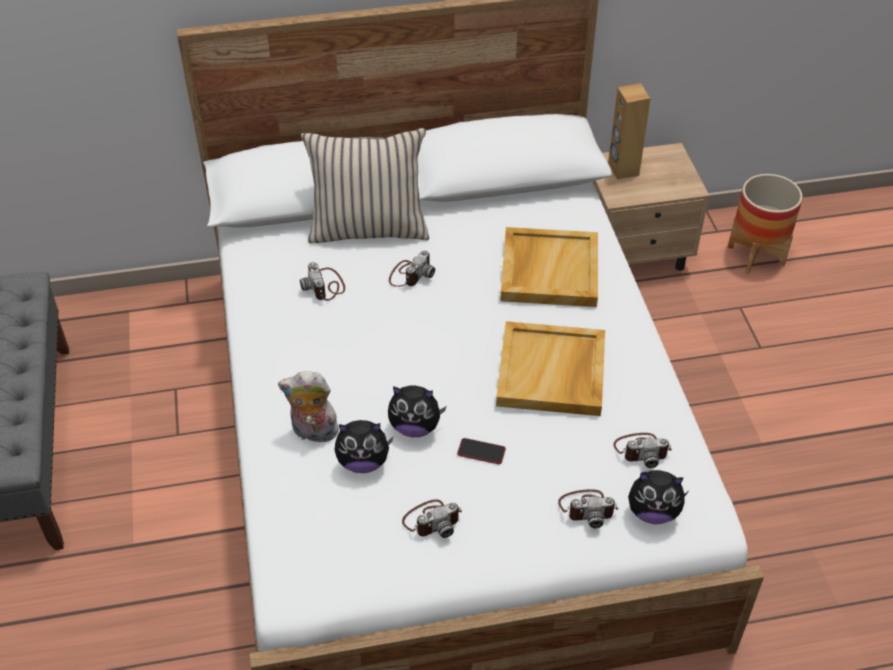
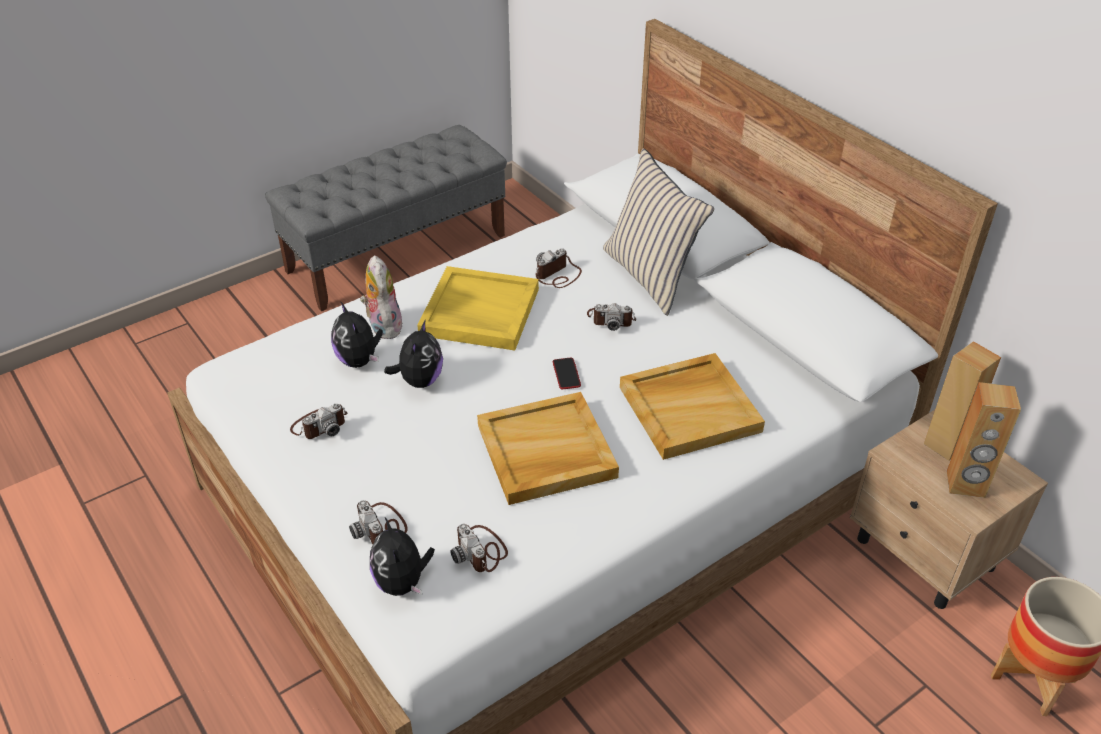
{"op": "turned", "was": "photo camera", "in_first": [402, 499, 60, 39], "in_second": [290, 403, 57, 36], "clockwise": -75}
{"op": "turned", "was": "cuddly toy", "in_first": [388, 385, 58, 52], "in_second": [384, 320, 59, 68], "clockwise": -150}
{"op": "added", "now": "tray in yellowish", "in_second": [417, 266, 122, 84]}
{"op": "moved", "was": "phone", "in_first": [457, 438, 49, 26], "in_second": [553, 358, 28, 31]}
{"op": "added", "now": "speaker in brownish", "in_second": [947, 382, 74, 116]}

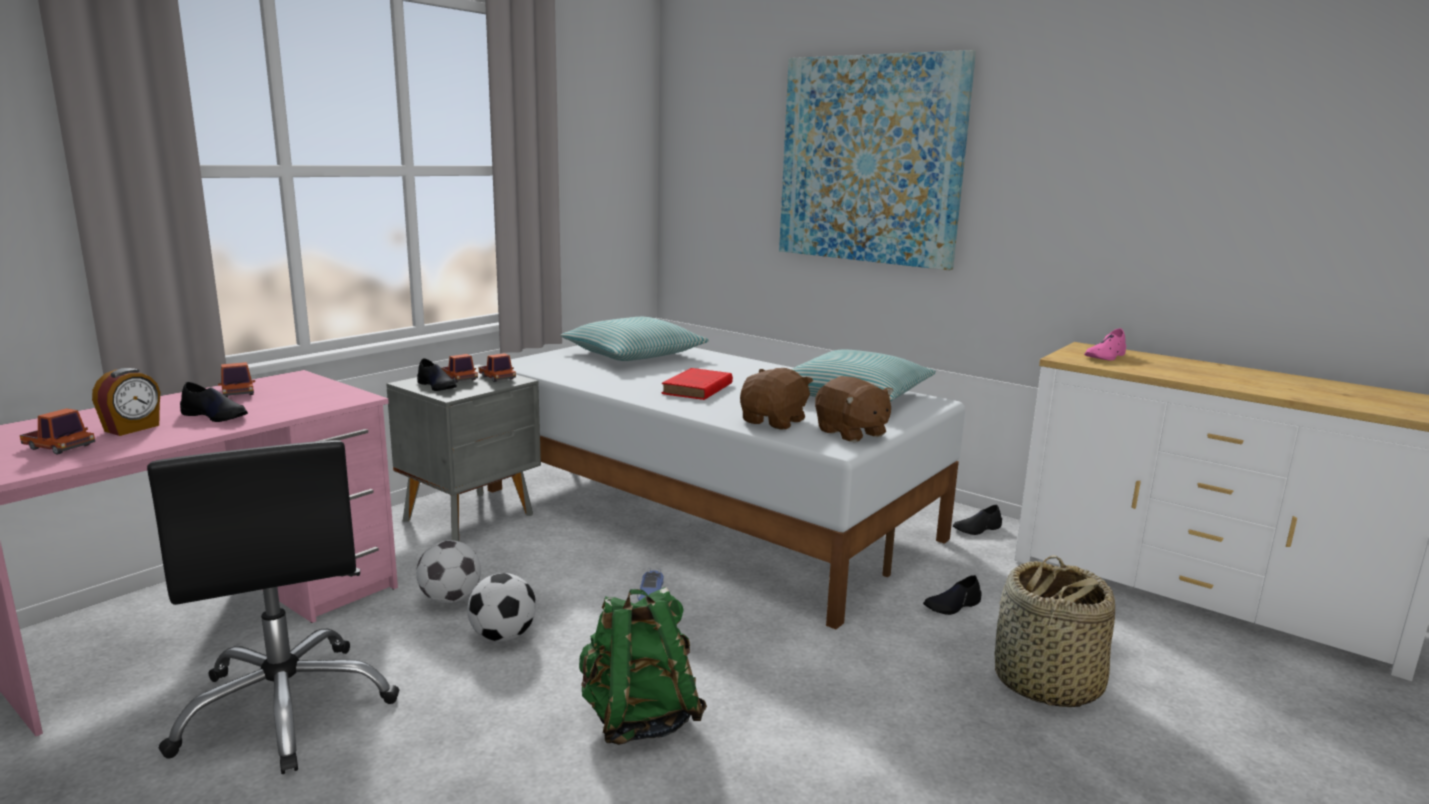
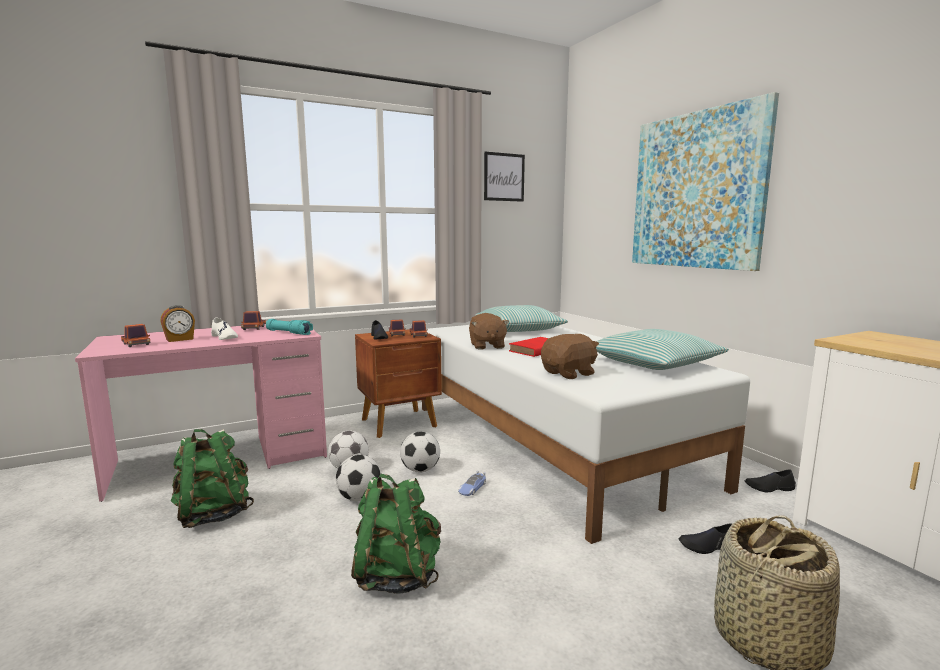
{"op": "replaced", "was": "office chair in black", "now": "rucksack in green", "in_first": [147, 440, 252, 334], "in_second": [171, 429, 83, 99]}
{"op": "recoloured", "was": "low shoe in black", "now": "low shoe in whitish", "in_first": [180, 382, 68, 40], "in_second": [211, 317, 27, 23]}
{"op": "added", "now": "hand torch in turquoise", "in_second": [266, 319, 47, 16]}
{"op": "recoloured", "was": "nightstand in greyish", "now": "nightstand in brownish", "in_first": [387, 364, 154, 177], "in_second": [355, 329, 87, 109]}
{"op": "added", "now": "football ball", "in_second": [400, 431, 40, 42]}
{"op": "moved", "was": "cuddly toy in brownish", "in_first": [815, 376, 78, 66], "in_second": [469, 313, 40, 37]}
{"op": "added", "now": "wall art", "in_second": [484, 152, 41, 50]}
{"op": "removed", "was": "low shoe in pinkish", "in_first": [1084, 328, 42, 32]}

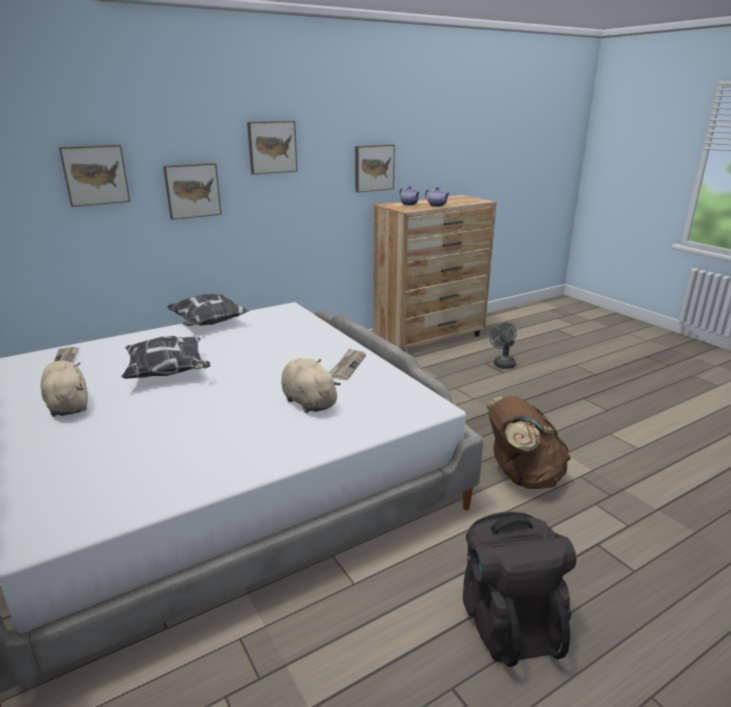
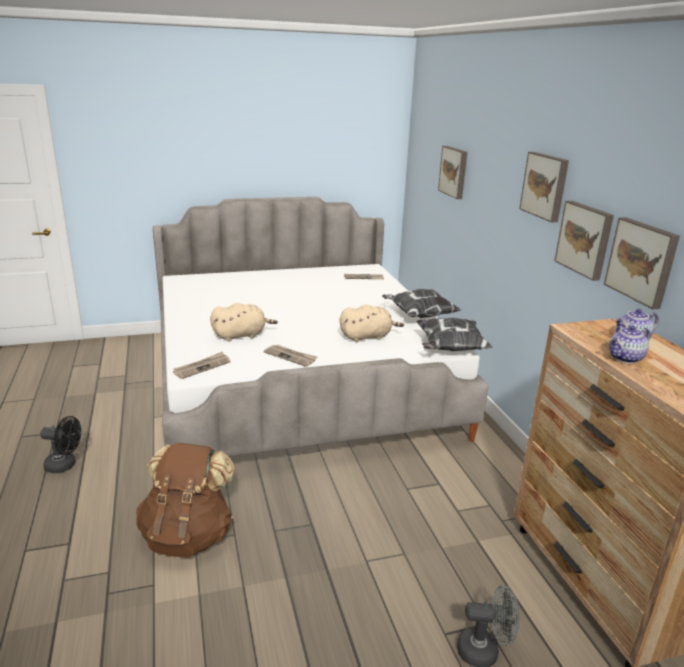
{"op": "replaced", "was": "rucksack in black", "now": "fan in black", "in_first": [463, 512, 113, 155], "in_second": [40, 416, 41, 57]}
{"op": "added", "now": "daily paper", "in_second": [173, 352, 57, 27]}
{"op": "moved", "was": "cuddly toy in sand-coloured", "in_first": [41, 361, 47, 56], "in_second": [340, 304, 64, 38]}
{"op": "moved", "was": "cushion", "in_first": [121, 336, 90, 43], "in_second": [416, 318, 77, 33]}
{"op": "moved", "was": "wall art", "in_first": [163, 163, 59, 57], "in_second": [554, 201, 60, 80]}

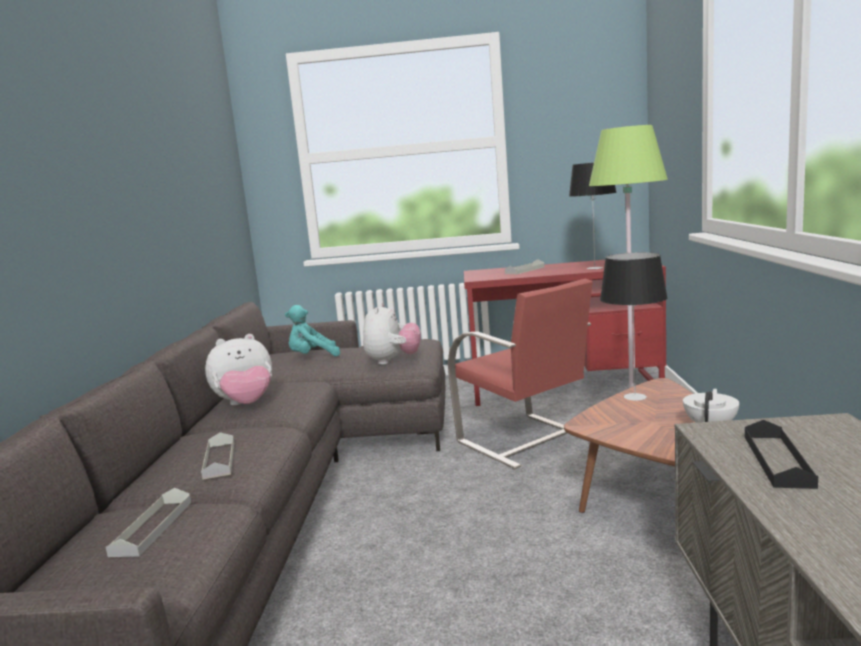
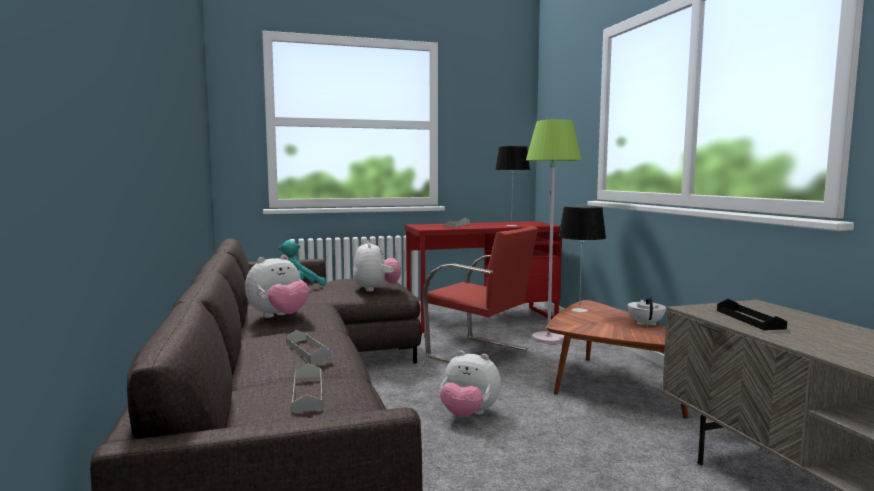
{"op": "added", "now": "cuddly toy", "in_second": [440, 351, 61, 67]}

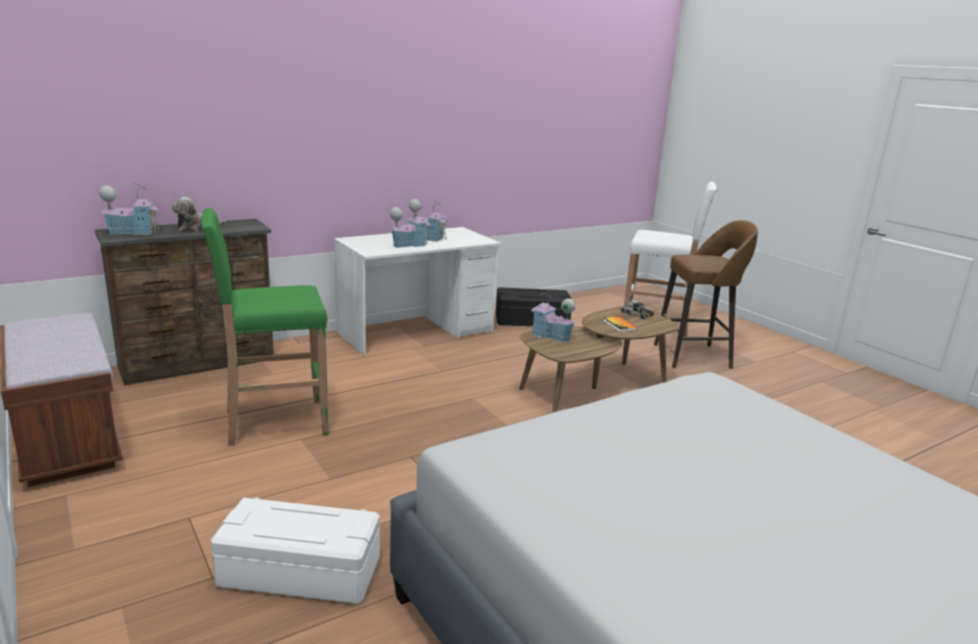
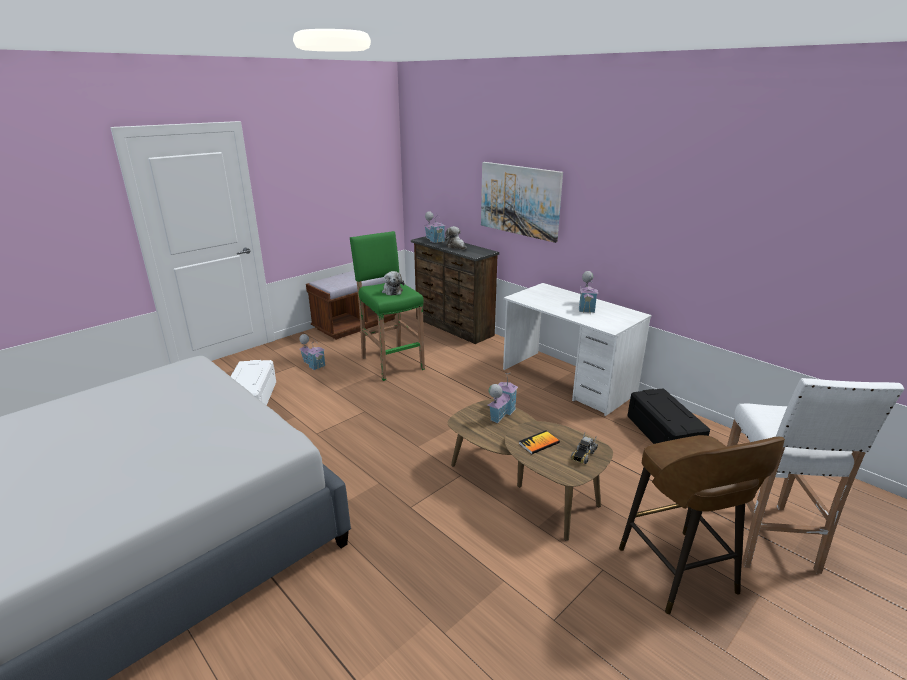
{"op": "moved", "was": "toy house", "in_first": [389, 204, 42, 44], "in_second": [299, 334, 26, 36]}
{"op": "added", "now": "cuddly toy", "in_second": [382, 271, 22, 25]}
{"op": "added", "now": "wall art", "in_second": [481, 162, 82, 81]}

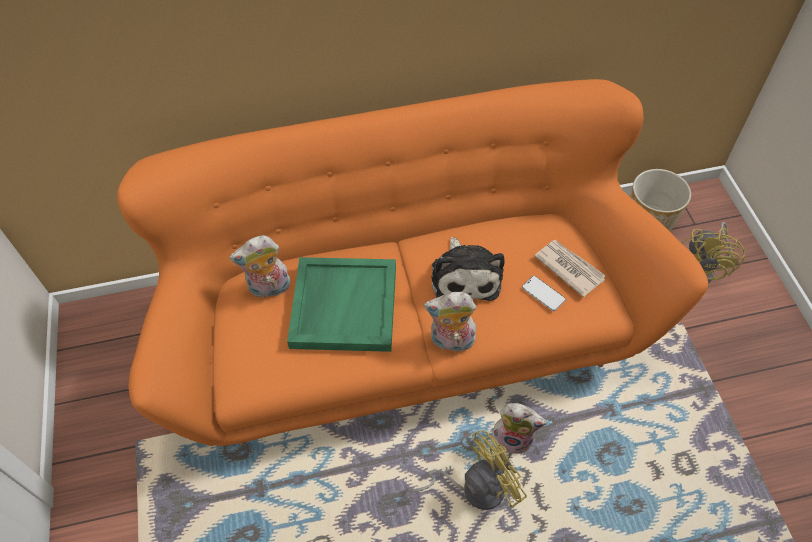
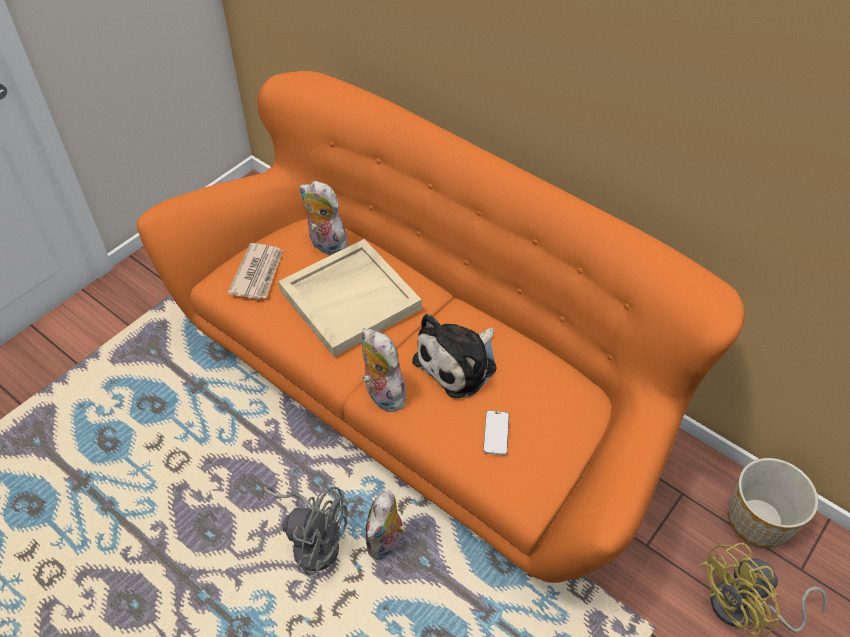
{"op": "moved", "was": "daily paper", "in_first": [534, 240, 72, 57], "in_second": [227, 243, 56, 56]}
{"op": "recoloured", "was": "fan in yellowish", "now": "fan in greyish", "in_first": [407, 431, 120, 79], "in_second": [264, 486, 83, 92]}
{"op": "recoloured", "was": "tray in green", "now": "tray in sand-coloured", "in_first": [287, 257, 109, 95], "in_second": [278, 239, 144, 118]}
{"op": "turned", "was": "cuddly toy", "in_first": [492, 403, 55, 51], "in_second": [366, 491, 43, 69], "clockwise": 45}

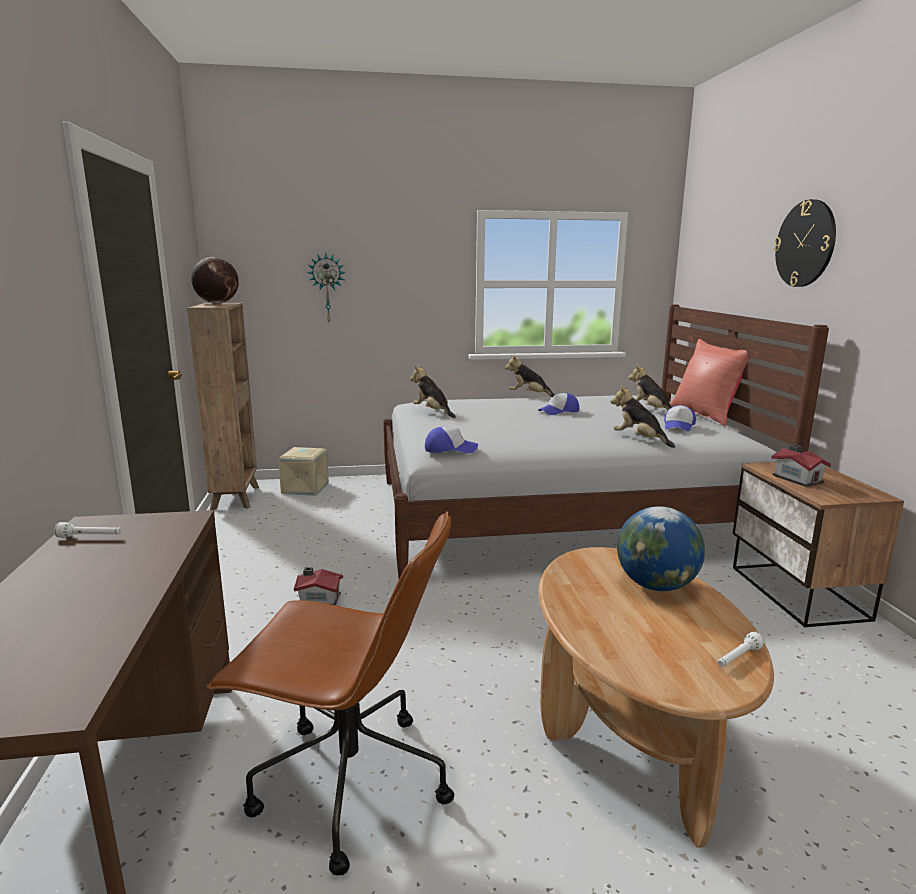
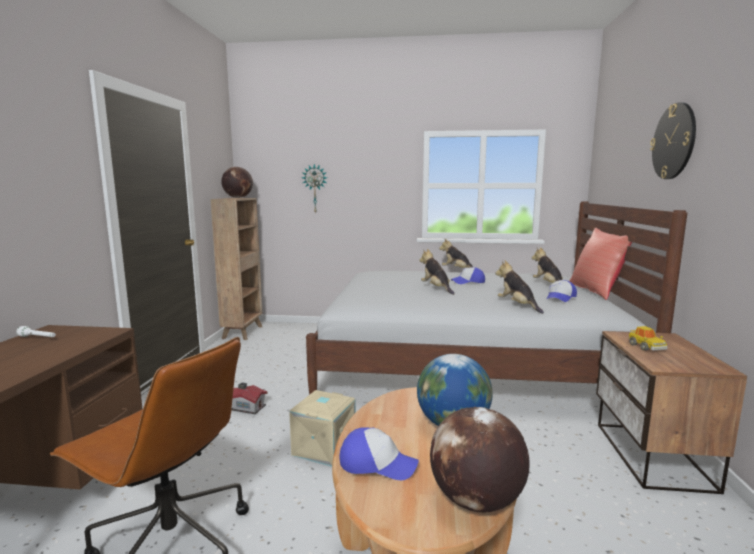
{"op": "moved", "was": "storage container in sand-coloured", "in_first": [278, 447, 51, 49], "in_second": [289, 390, 67, 77]}
{"op": "moved", "was": "cap", "in_first": [425, 427, 53, 26], "in_second": [339, 427, 80, 53]}
{"op": "moved", "was": "cuddly toy", "in_first": [410, 365, 46, 53], "in_second": [419, 249, 36, 46]}
{"op": "replaced", "was": "hand torch in whitish", "now": "globe", "in_first": [718, 632, 46, 35], "in_second": [430, 407, 100, 106]}
{"op": "replaced", "was": "toy house", "now": "model car", "in_first": [771, 444, 60, 43], "in_second": [629, 326, 39, 25]}

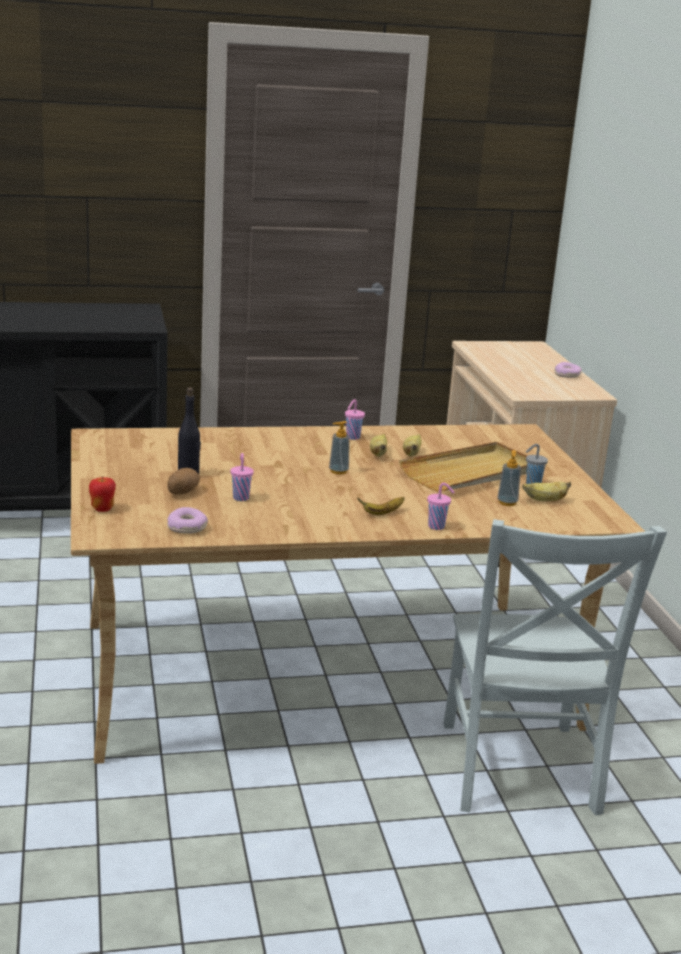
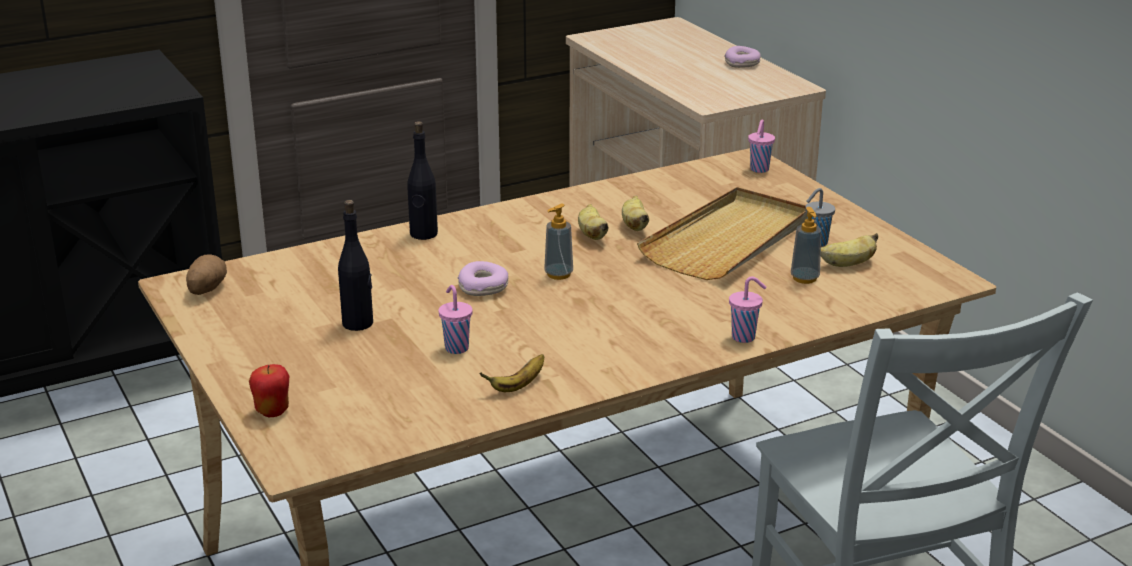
{"op": "moved", "was": "whole potato", "in_first": [167, 468, 33, 27], "in_second": [186, 254, 41, 41]}
{"op": "added", "now": "bottle in black", "in_second": [407, 121, 31, 119]}
{"op": "moved", "was": "doughnut", "in_first": [167, 507, 41, 27], "in_second": [458, 261, 51, 35]}
{"op": "moved", "was": "banana", "in_first": [357, 497, 48, 18], "in_second": [479, 354, 65, 38]}
{"op": "moved", "was": "small cup in pinkish", "in_first": [345, 399, 20, 41], "in_second": [748, 120, 27, 53]}

